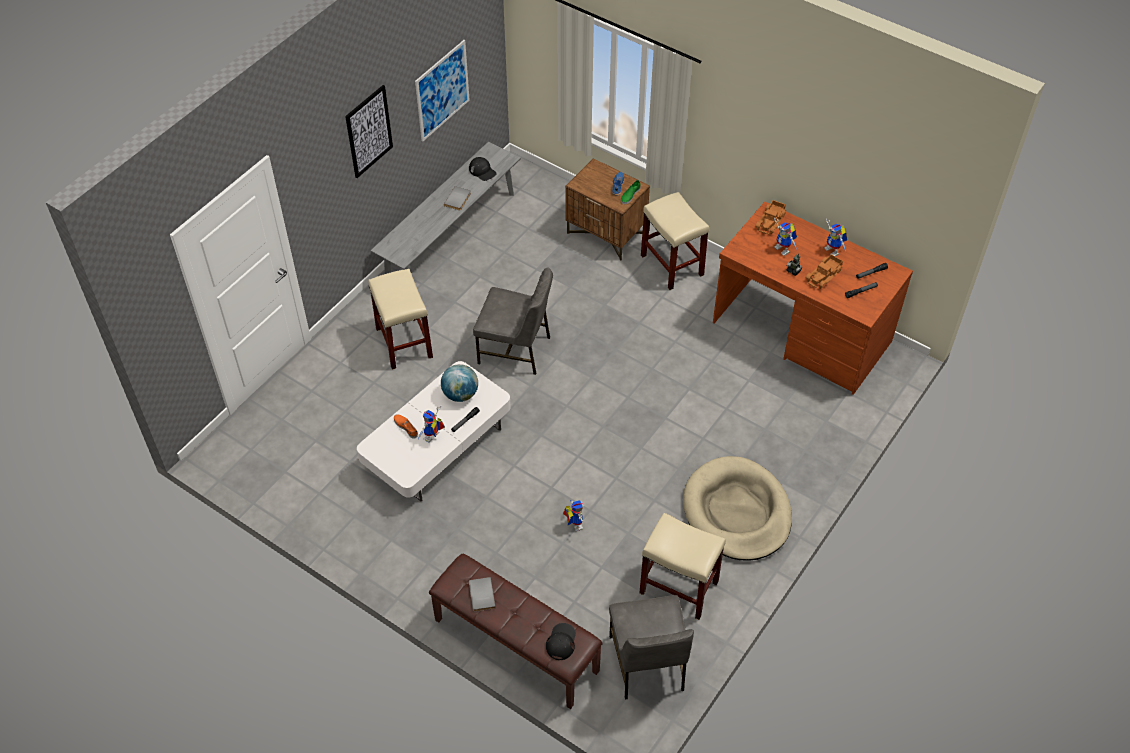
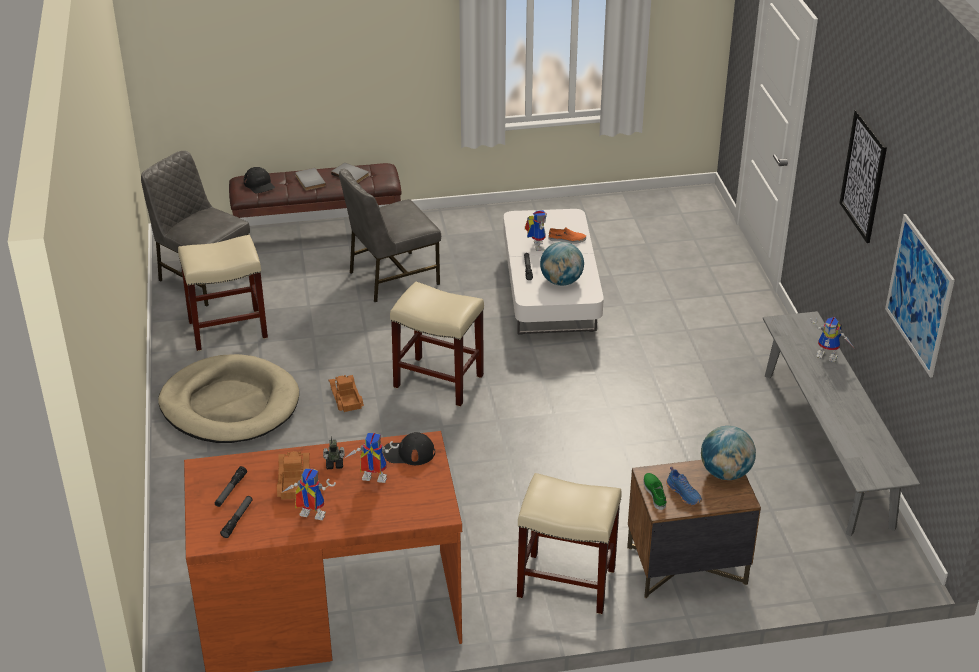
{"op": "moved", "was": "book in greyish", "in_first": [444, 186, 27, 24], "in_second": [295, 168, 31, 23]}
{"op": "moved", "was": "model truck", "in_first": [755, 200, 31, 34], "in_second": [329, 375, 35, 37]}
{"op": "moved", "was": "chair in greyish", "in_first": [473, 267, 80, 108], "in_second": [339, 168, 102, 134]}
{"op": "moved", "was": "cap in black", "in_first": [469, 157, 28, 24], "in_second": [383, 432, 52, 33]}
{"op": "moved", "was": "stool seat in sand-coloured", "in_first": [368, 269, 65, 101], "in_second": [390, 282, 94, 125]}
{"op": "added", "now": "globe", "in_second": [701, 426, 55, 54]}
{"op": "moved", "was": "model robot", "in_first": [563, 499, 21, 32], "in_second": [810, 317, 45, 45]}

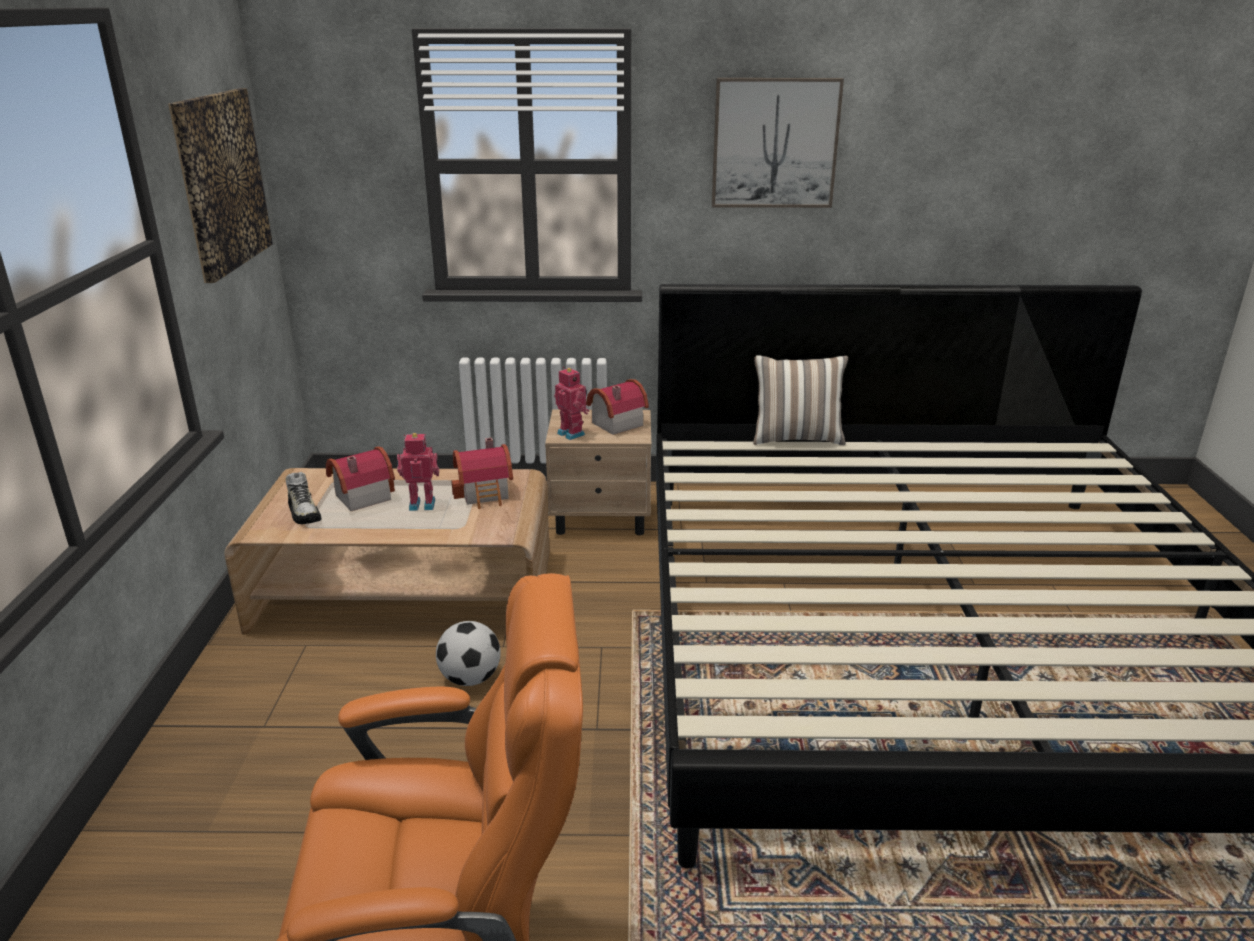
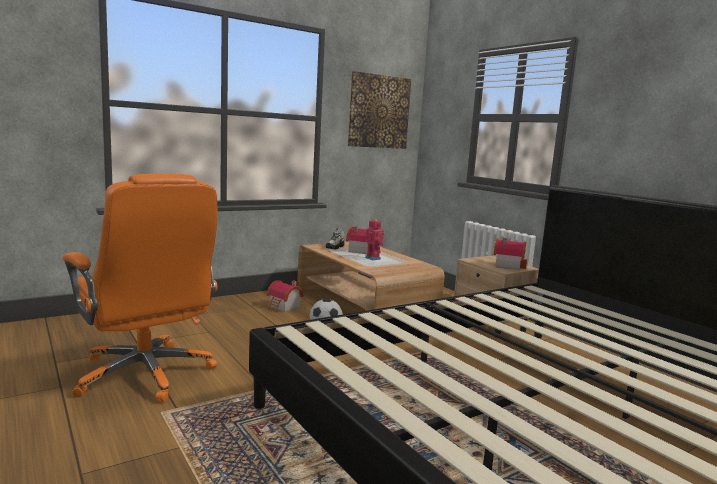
{"op": "moved", "was": "toy house", "in_first": [452, 438, 61, 71], "in_second": [267, 280, 36, 32]}
{"op": "removed", "was": "model robot", "in_first": [554, 367, 35, 73]}
{"op": "removed", "was": "wall art", "in_first": [712, 78, 132, 130]}
{"op": "removed", "was": "cushion", "in_first": [753, 355, 95, 91]}

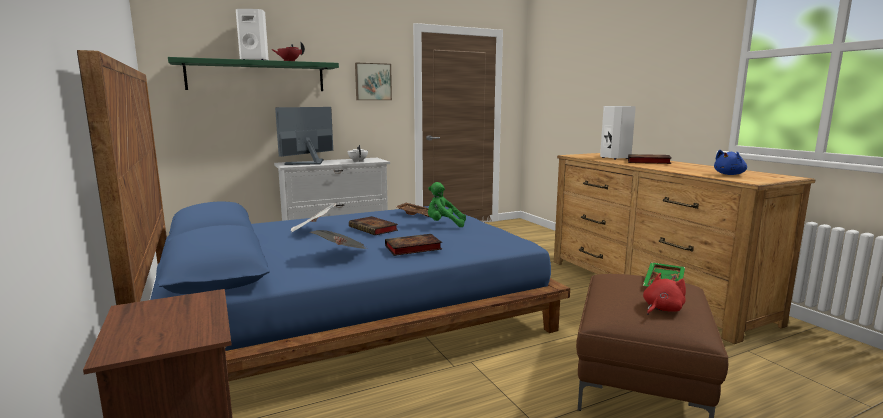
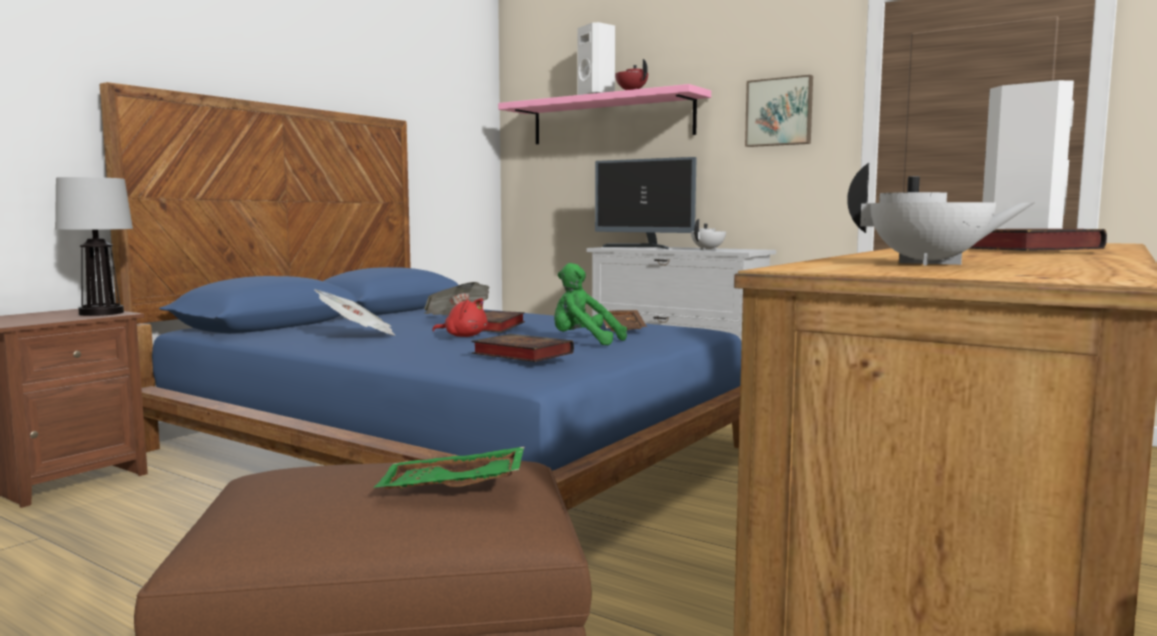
{"op": "added", "now": "tabletop lamp", "in_second": [55, 177, 78, 139]}
{"op": "moved", "was": "cuddly toy in red", "in_first": [643, 273, 43, 42], "in_second": [432, 298, 56, 39]}
{"op": "moved", "was": "book", "in_first": [385, 234, 57, 22], "in_second": [472, 334, 102, 28]}
{"op": "recoloured", "was": "bracket shelf in green", "now": "bracket shelf in pinkish", "in_first": [168, 57, 171, 34], "in_second": [498, 84, 213, 60]}
{"op": "turned", "was": "cuddly toy in green", "in_first": [428, 182, 38, 45], "in_second": [554, 263, 73, 83], "clockwise": -45}
{"op": "turned", "was": "computer display", "in_first": [275, 107, 58, 58], "in_second": [595, 157, 101, 92], "clockwise": -150}
{"op": "replaced", "was": "cuddly toy in bluish", "now": "tea pot in whitish", "in_first": [714, 150, 33, 25], "in_second": [847, 163, 187, 103]}

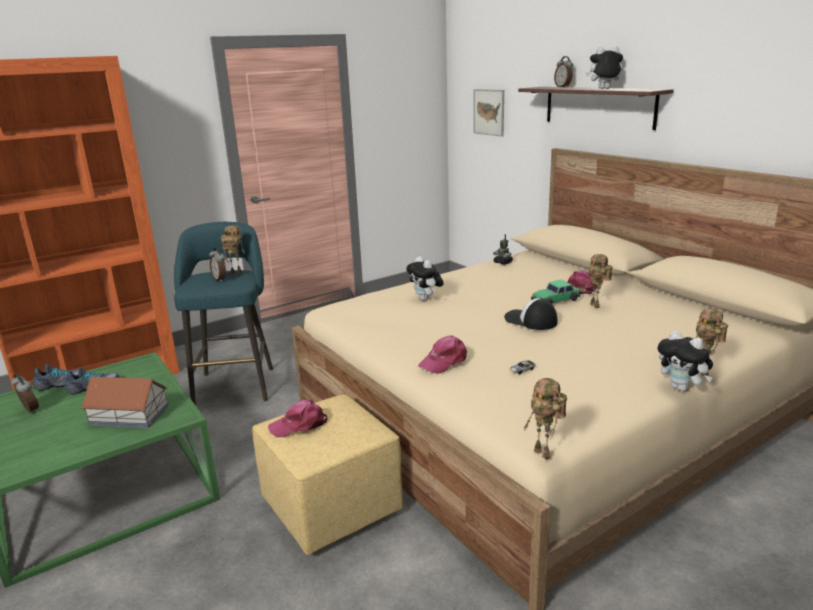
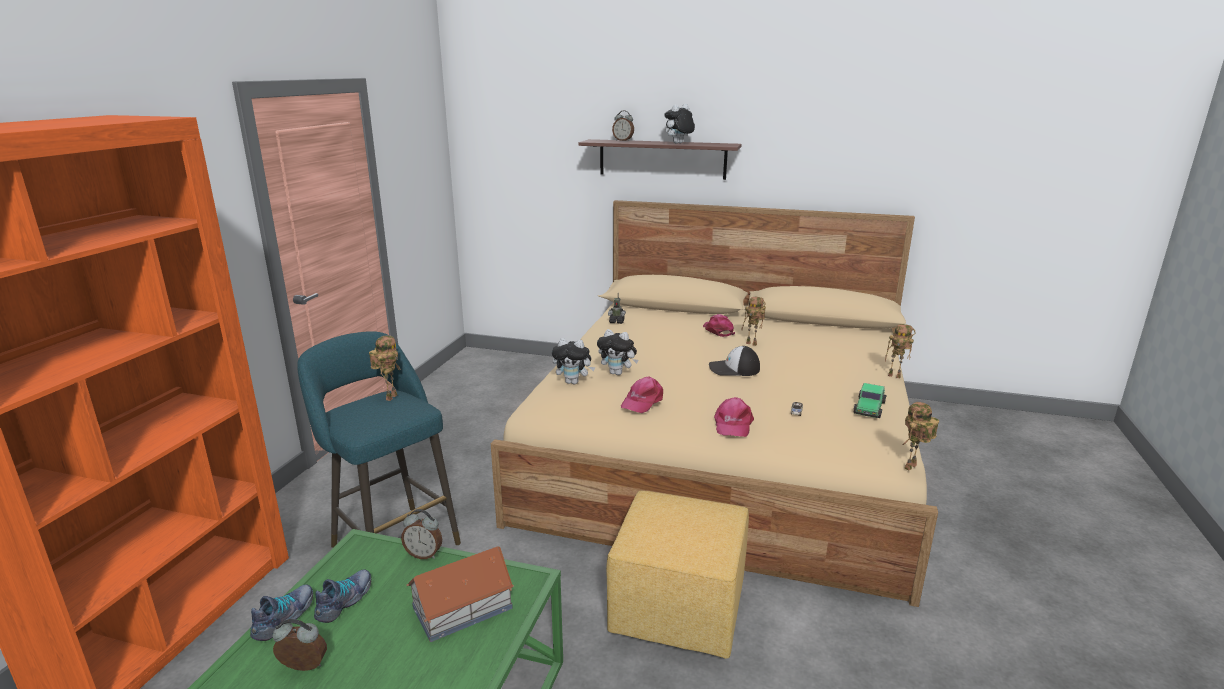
{"op": "moved", "was": "alarm clock", "in_first": [209, 247, 17, 35], "in_second": [401, 509, 41, 50]}
{"op": "moved", "was": "cuddly toy", "in_first": [658, 330, 55, 61], "in_second": [552, 338, 43, 46]}
{"op": "moved", "was": "cap in pinkish", "in_first": [268, 399, 60, 38], "in_second": [621, 377, 42, 36]}
{"op": "moved", "was": "model car", "in_first": [531, 280, 49, 24], "in_second": [853, 383, 33, 35]}
{"op": "turned", "was": "model robot", "in_first": [524, 378, 43, 82], "in_second": [902, 402, 37, 69], "clockwise": 120}
{"op": "removed", "was": "wall art", "in_first": [473, 89, 31, 48]}

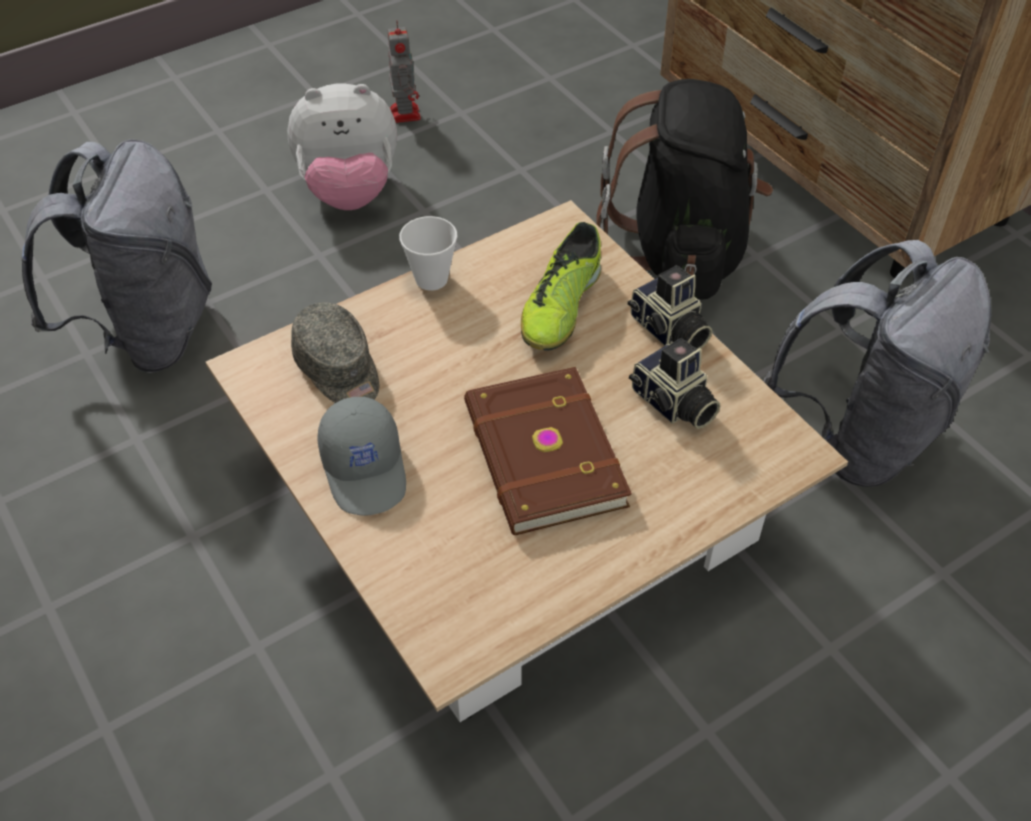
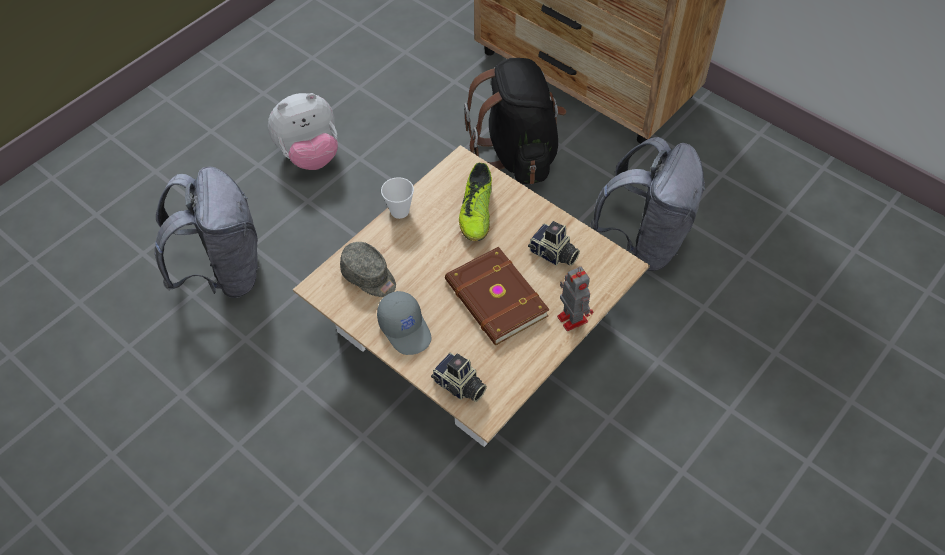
{"op": "moved", "was": "photo camera", "in_first": [628, 265, 84, 84], "in_second": [431, 353, 56, 49]}
{"op": "moved", "was": "model robot", "in_first": [388, 21, 33, 102], "in_second": [557, 267, 36, 64]}

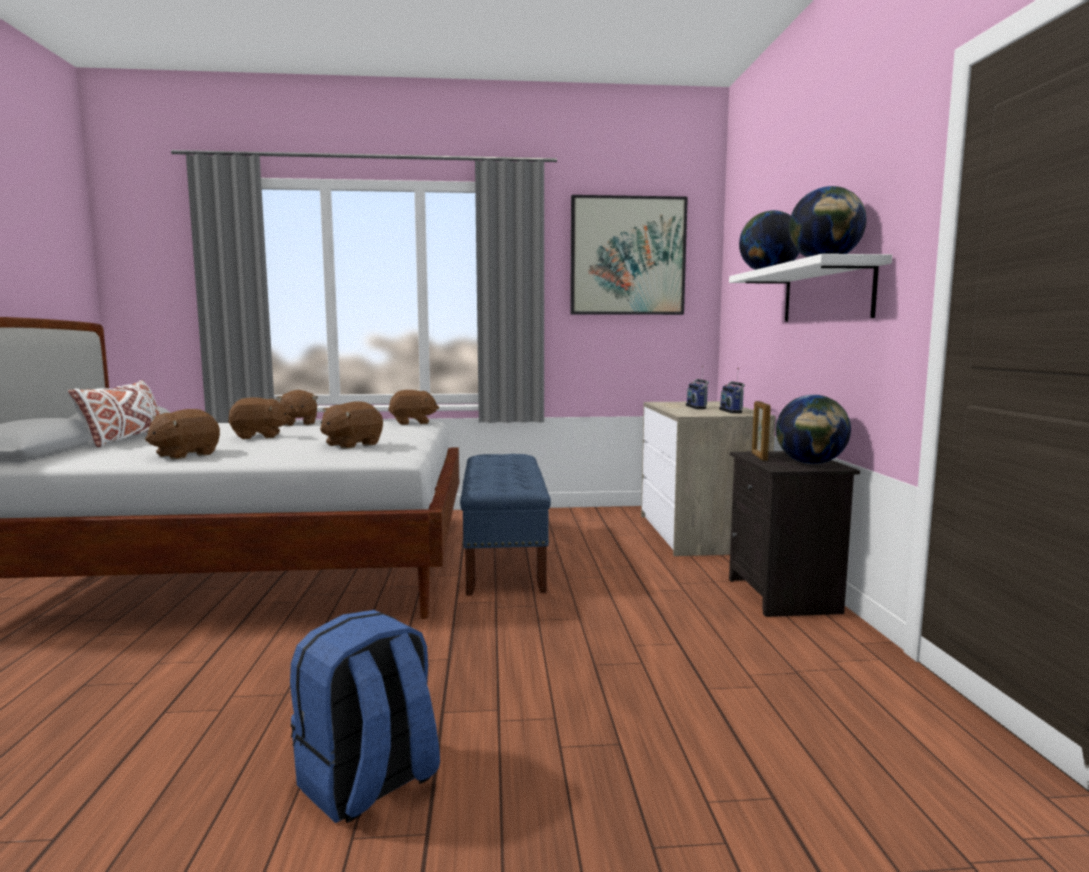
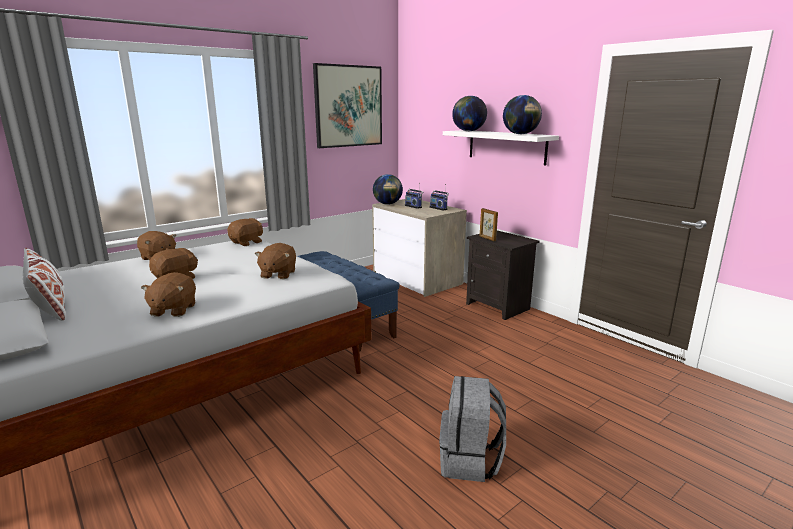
{"op": "moved", "was": "globe", "in_first": [776, 395, 75, 69], "in_second": [373, 174, 30, 31]}
{"op": "recoloured", "was": "rucksack in bluish", "now": "rucksack in greyish", "in_first": [290, 610, 150, 213], "in_second": [439, 376, 67, 106]}

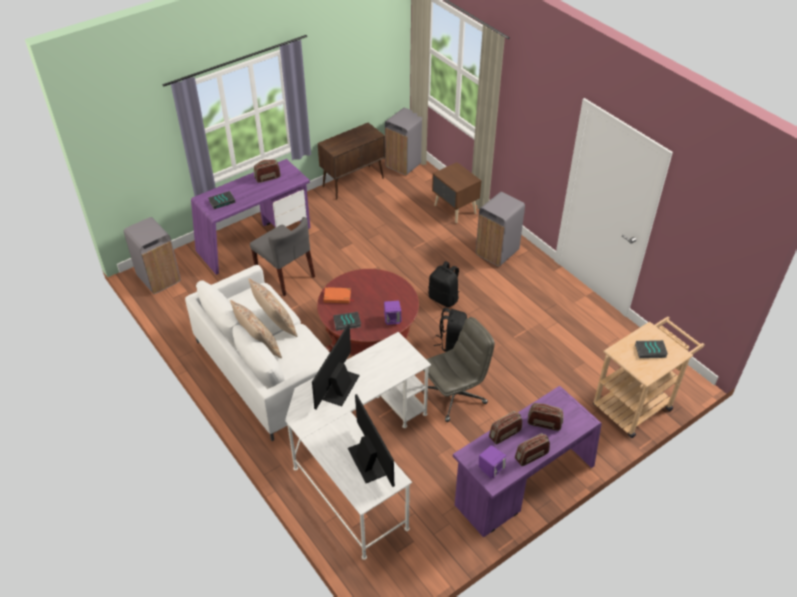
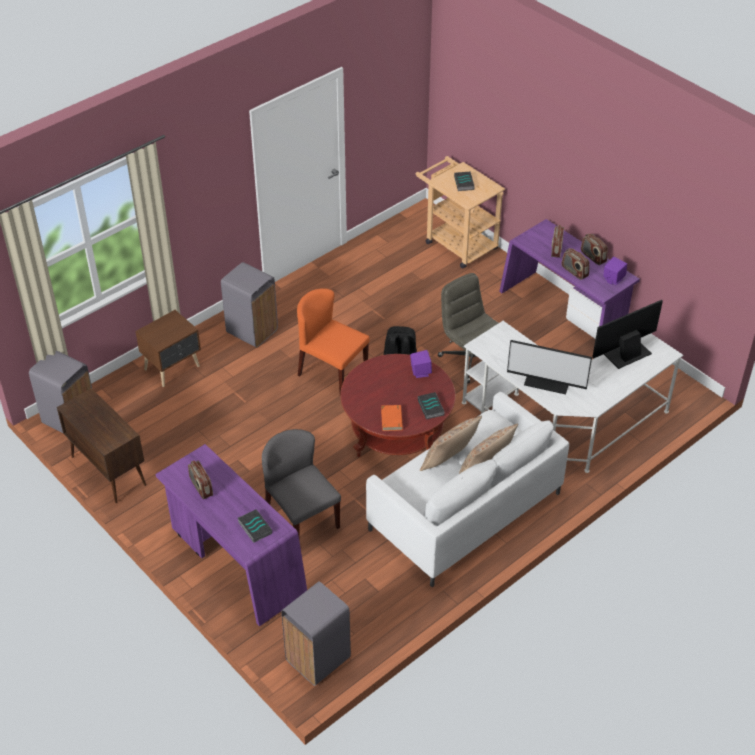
{"op": "turned", "was": "chair in greyish", "in_first": [250, 217, 65, 79], "in_second": [262, 429, 79, 113], "clockwise": -75}
{"op": "replaced", "was": "rucksack in black", "now": "chair in orange", "in_first": [428, 261, 32, 46], "in_second": [297, 288, 72, 108]}

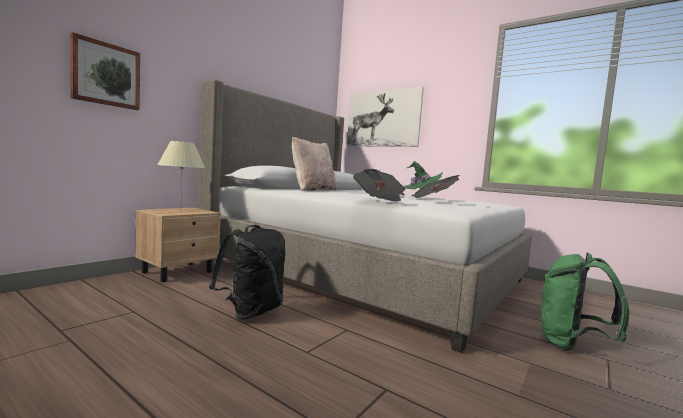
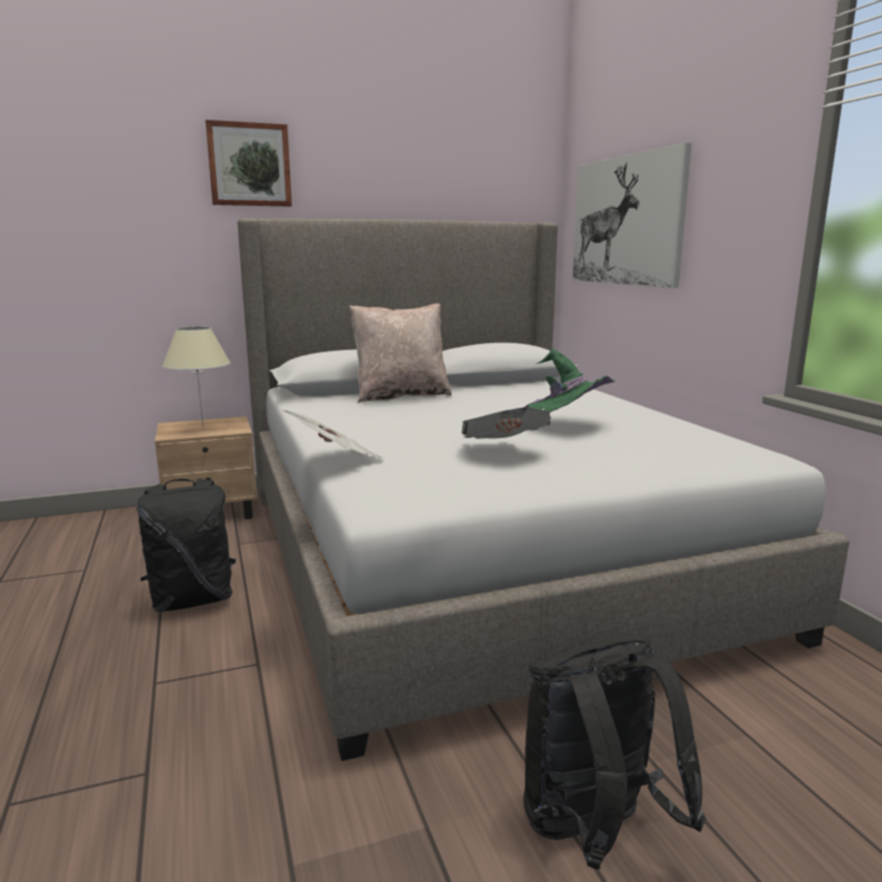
{"op": "moved", "was": "wall art", "in_first": [70, 32, 70, 78], "in_second": [205, 120, 87, 87]}
{"op": "recoloured", "was": "rucksack in green", "now": "rucksack in black", "in_first": [542, 253, 87, 98], "in_second": [523, 635, 184, 234]}

